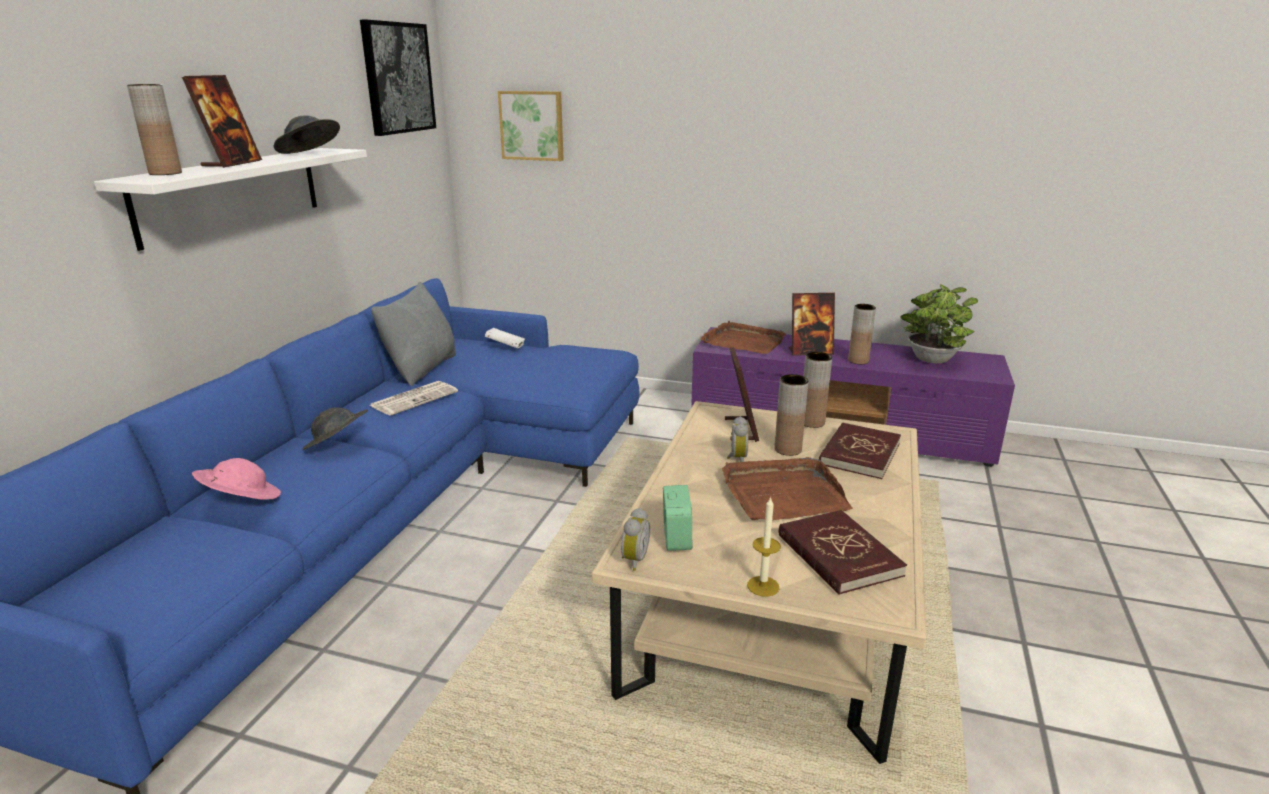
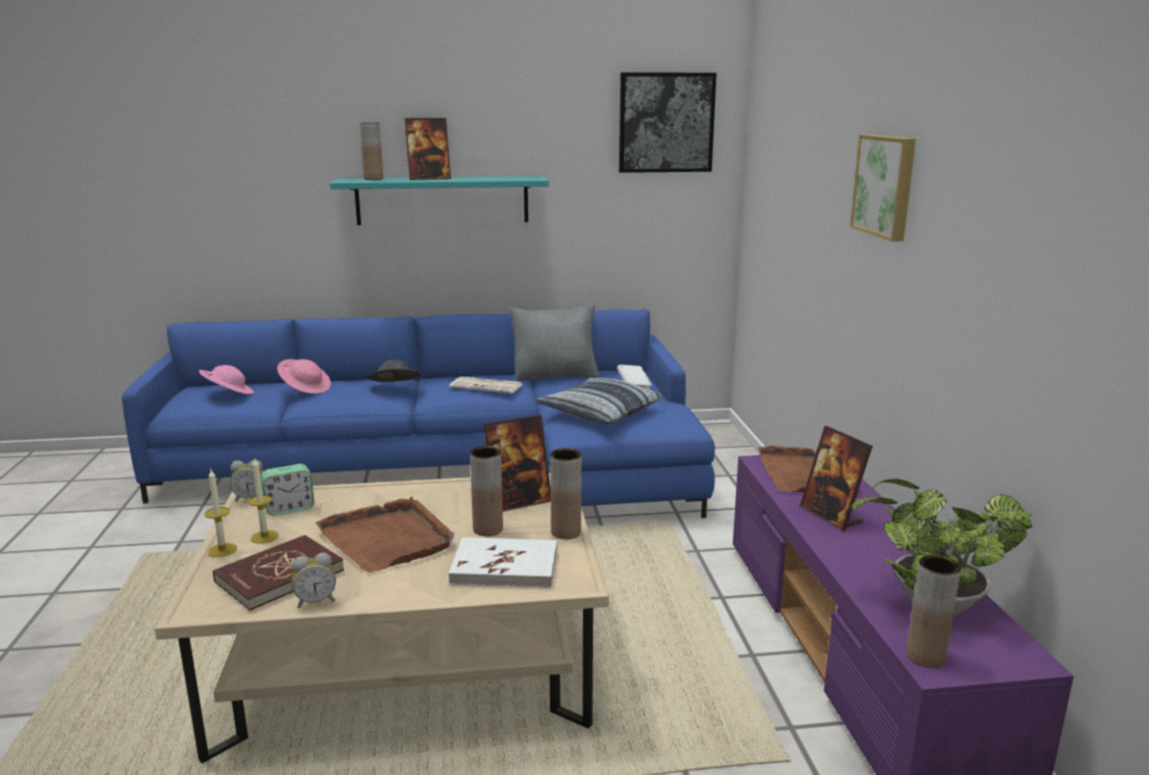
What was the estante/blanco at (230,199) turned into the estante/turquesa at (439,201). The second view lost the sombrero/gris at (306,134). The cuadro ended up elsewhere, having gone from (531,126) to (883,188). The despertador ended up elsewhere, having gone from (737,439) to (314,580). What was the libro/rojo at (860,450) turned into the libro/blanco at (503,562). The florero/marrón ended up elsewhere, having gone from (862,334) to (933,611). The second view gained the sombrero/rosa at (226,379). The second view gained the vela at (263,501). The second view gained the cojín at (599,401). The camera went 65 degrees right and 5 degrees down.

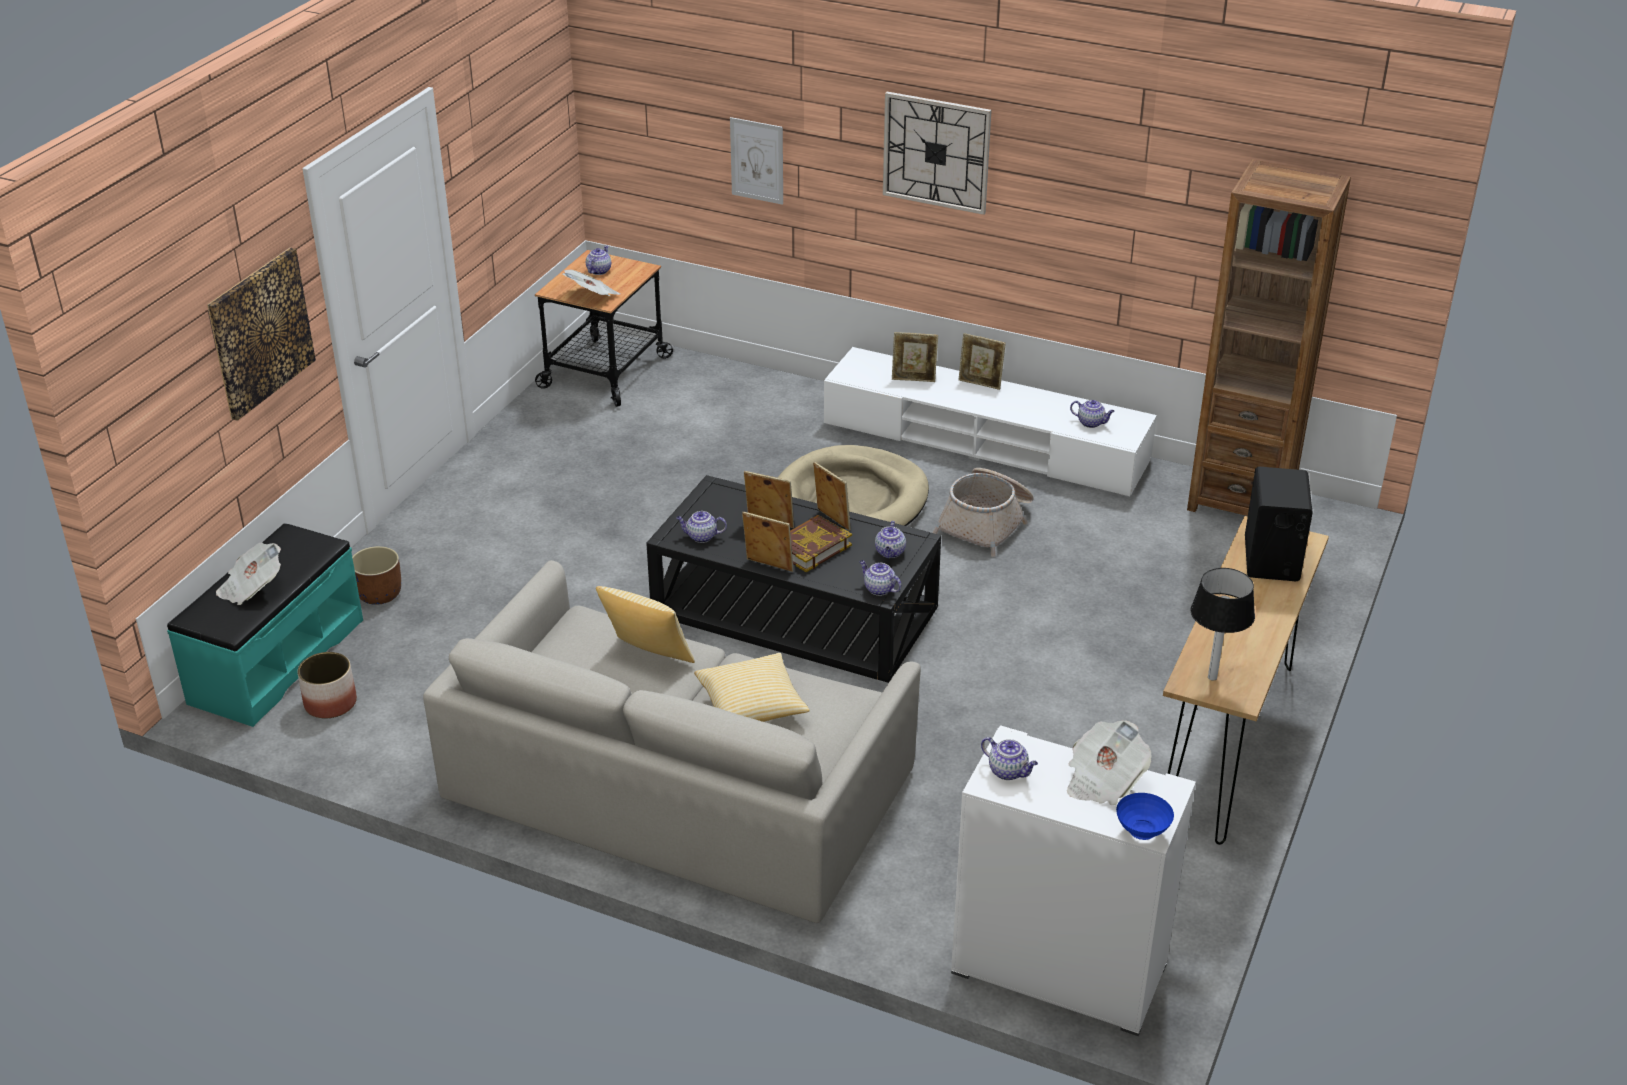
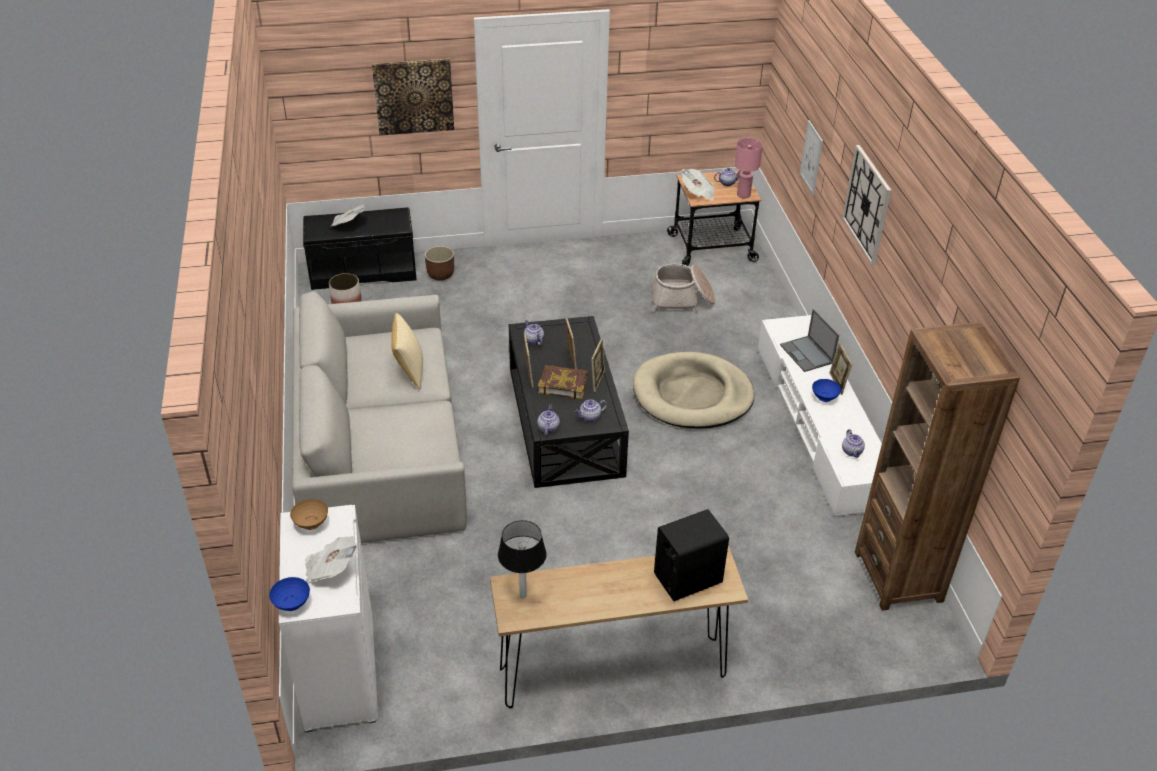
What was the banco/turquesa at (265,625) turned into the banco/negro at (360,248). The second view lost the cojín at (752,687). Where the portarretratos stood at (915,357), the portátil came to stand at (809,340). The cesta ended up elsewhere, having gone from (982,512) to (683,288). Where the tetera stood at (1009,758), the cuenco/marrón came to stand at (309,514). The second view gained the lámpara de mesa/rosa at (749,168). The second view gained the cuenco/azul at (826,390). The camera went 55 degrees right and 5 degrees up.

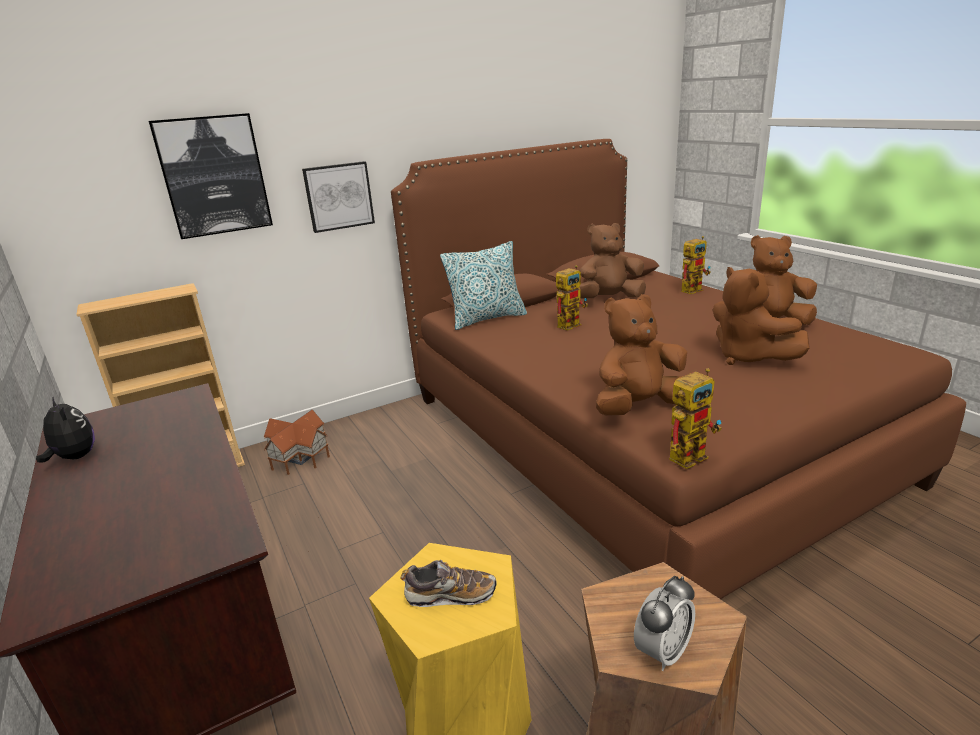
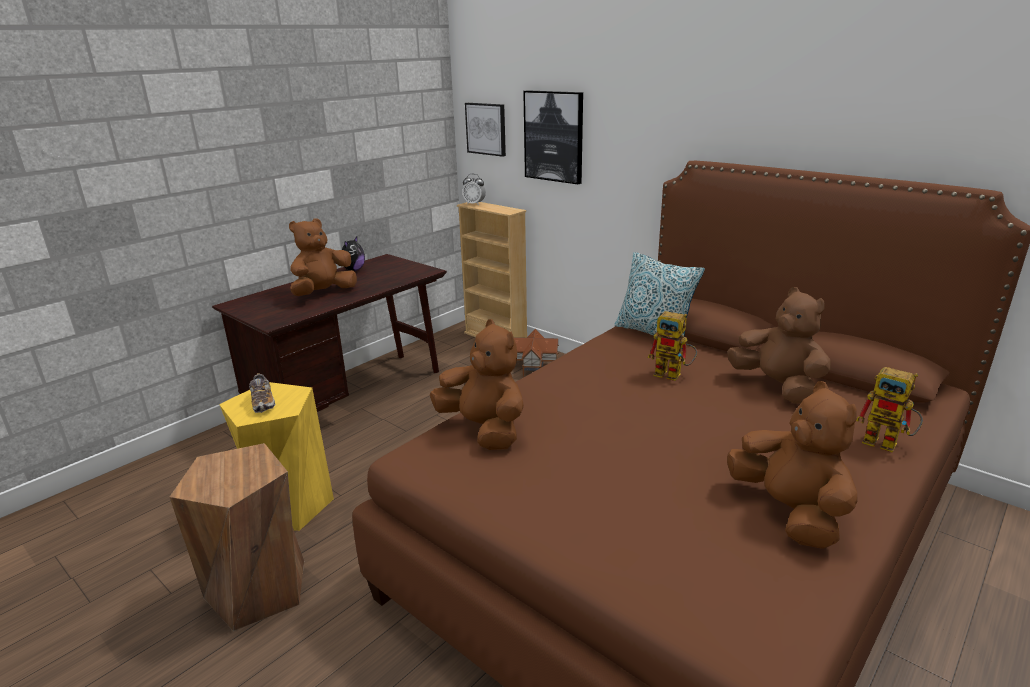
The cuadro ended up elsewhere, having gone from (338,197) to (485,130). The despertador ended up elsewhere, having gone from (664,623) to (474,189). The second view lost the robot de juguete at (695,418). The peluche/marrón ended up elsewhere, having gone from (761,316) to (323,257). The camera went 70 degrees right and 0 degrees up.

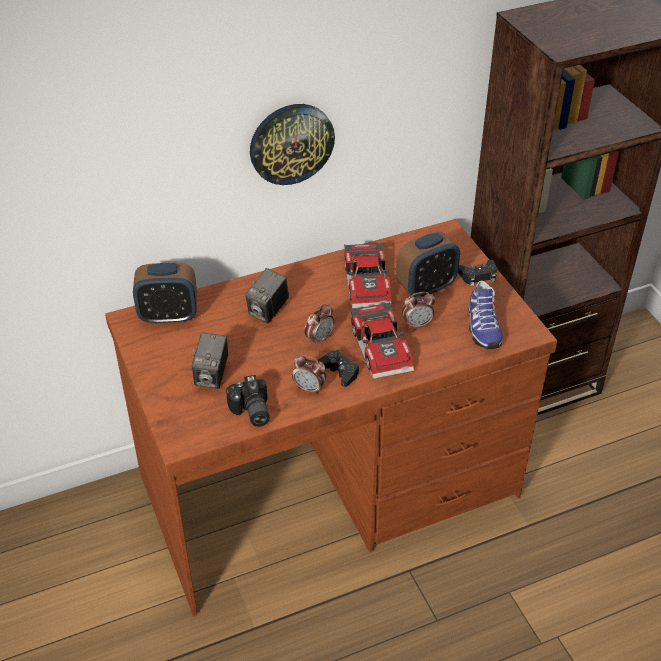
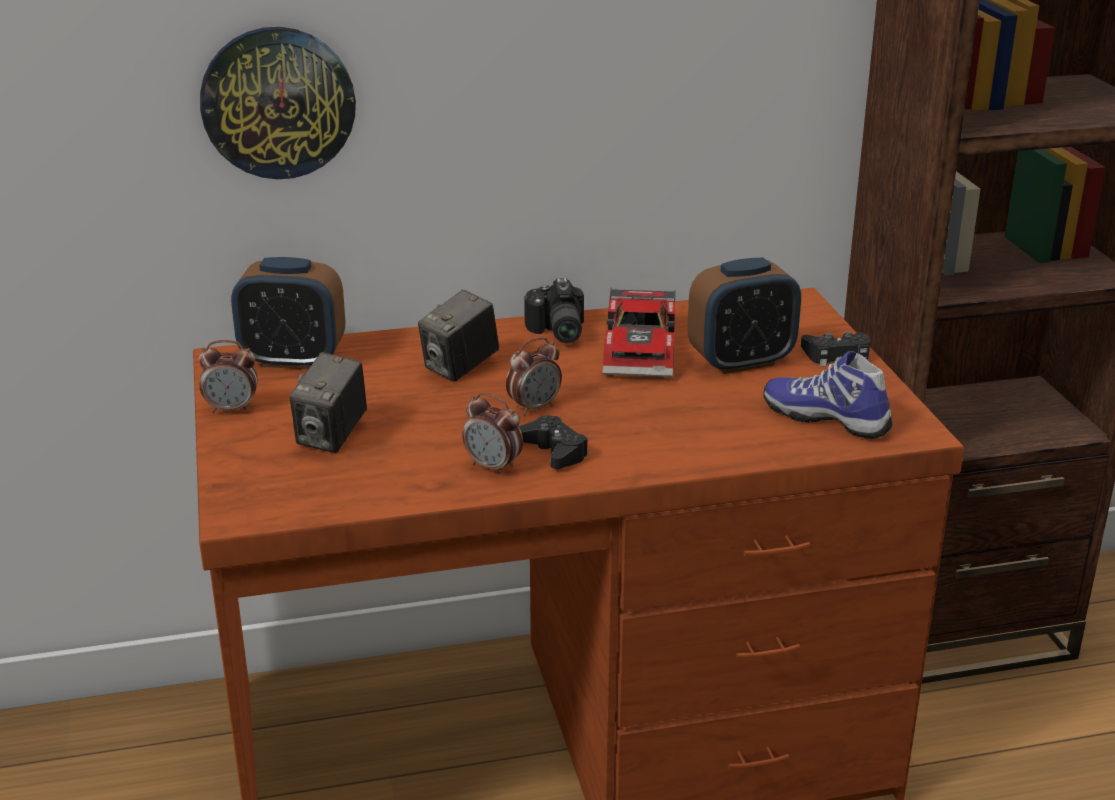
The cámara ended up elsewhere, having gone from (248,401) to (554,311). The reloj de pared ended up elsewhere, having gone from (292,144) to (278,103). The second view lost the coche de juguete at (382,340). The despertador ended up elsewhere, having gone from (418,310) to (228,376). The zapato at (485,315) ended up facing another way, 120 degrees clockwise from before. The camera went 10 degrees right and 15 degrees down.

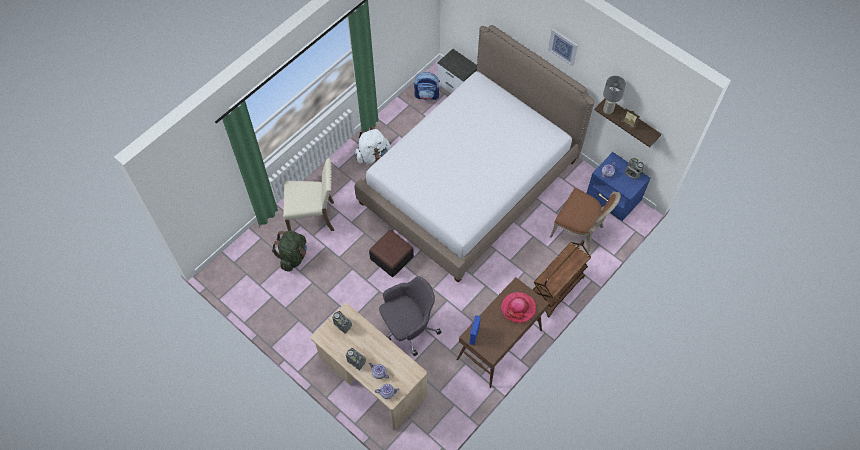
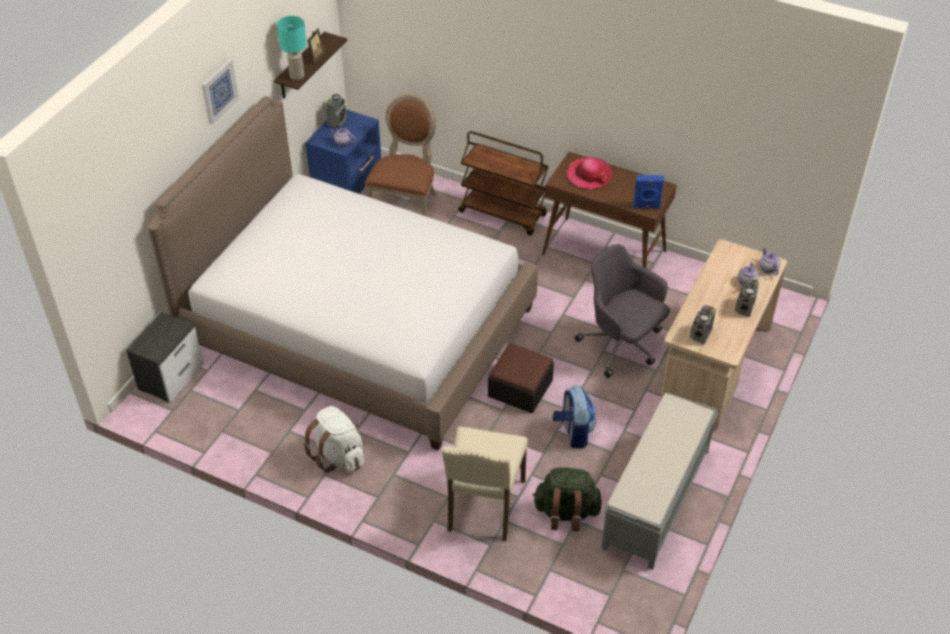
The silla/beis at (308,194) ended up facing another way, 150 degrees counterclockwise from before. The mochila ended up elsewhere, having gone from (427,86) to (575,416). What was the lámpara de mesa/gris at (614,95) turned into the lámpara de mesa/turquesa at (292,48). The second view gained the banco/gris at (659,481). The camera went 105 degrees left and 15 degrees down.

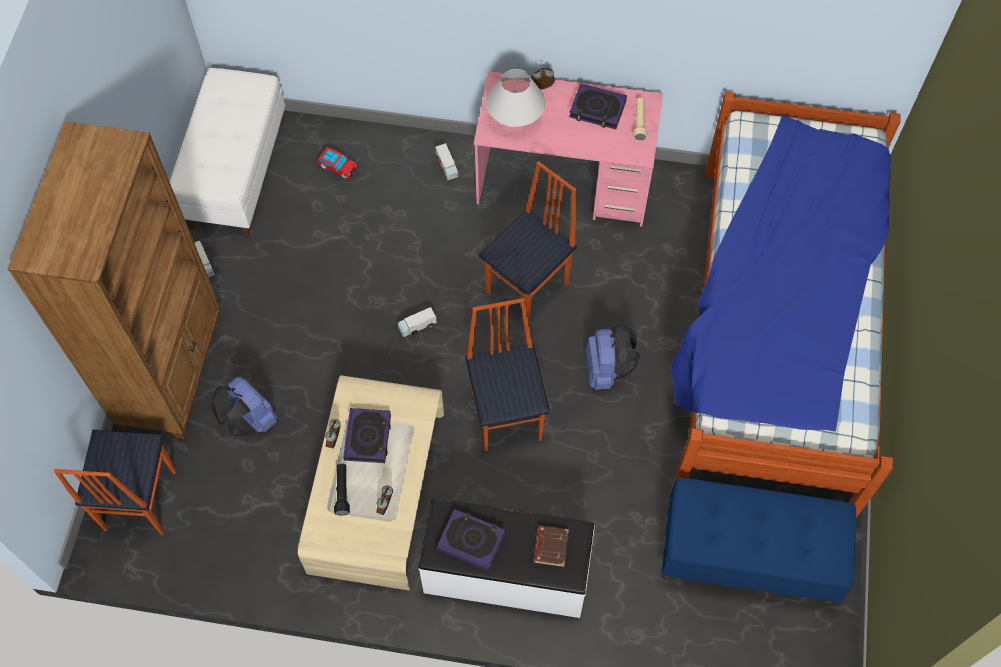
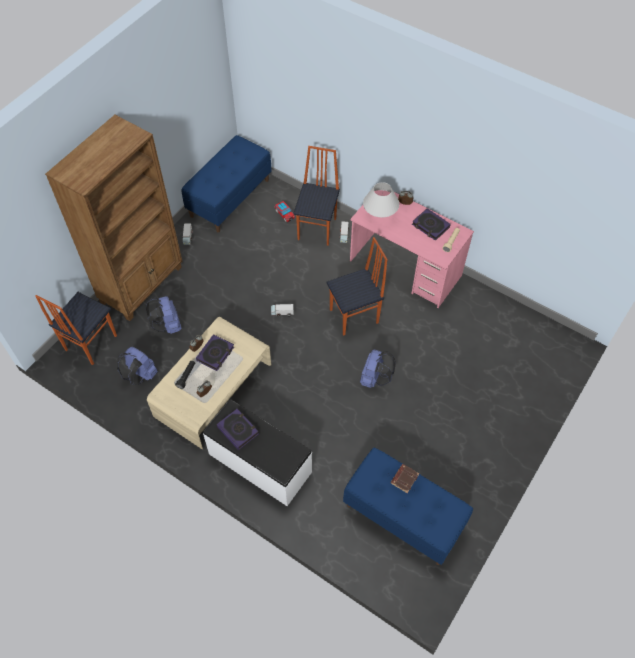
What was the banco/blanco at (228,153) turned into the banco/azul at (227,183). The silla ended up elsewhere, having gone from (507,375) to (317,196). The libro/marrón ended up elsewhere, having gone from (551,546) to (405,478). The second view lost the cama at (786,305). The second view gained the mochila/azul at (137,366). The camera went 25 degrees right and 5 degrees down.

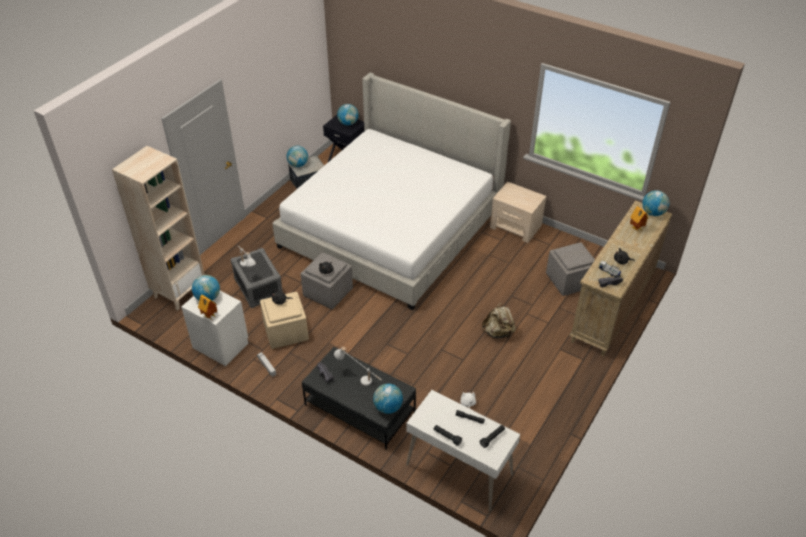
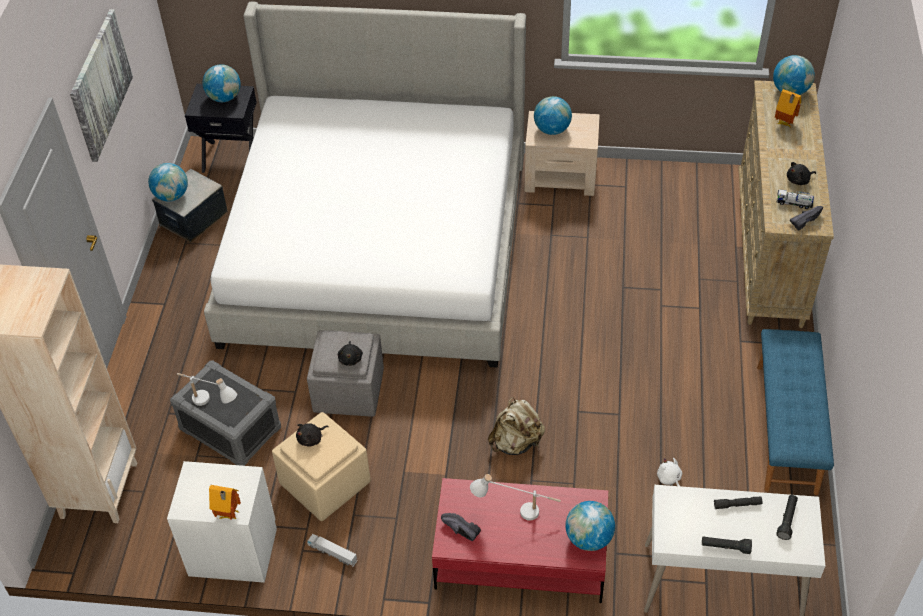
The globo terráqueo ended up elsewhere, having gone from (206,288) to (553,115). What was the mesa de centro/negro at (359,398) turned into the mesa de centro/rojo at (520,540). The mochila/beis ended up elsewhere, having gone from (499,320) to (516,426). The second view lost the puf/gris at (570,269). The second view gained the cuadro at (101,85). The second view gained the banco/azul at (795,412). The camera went 25 degrees left and 5 degrees up.

